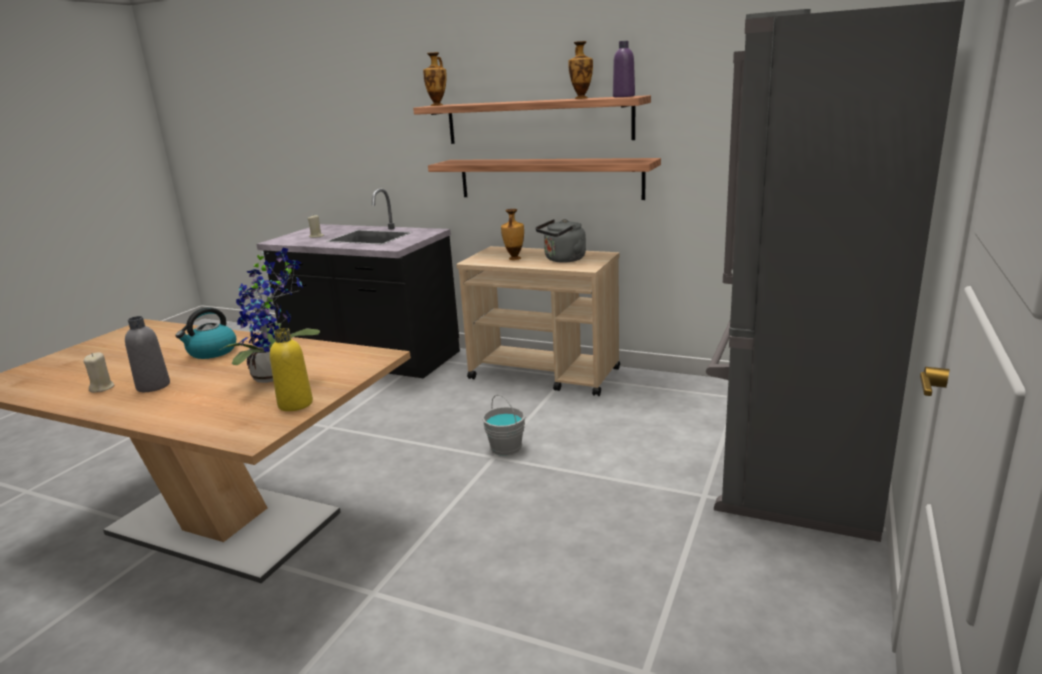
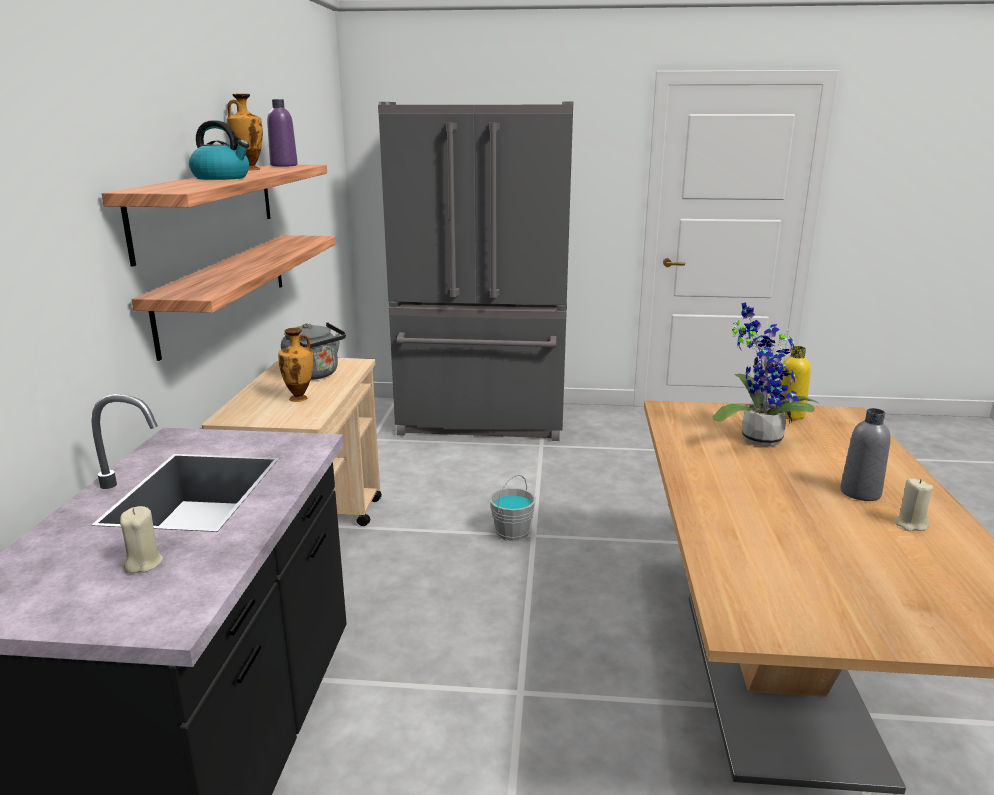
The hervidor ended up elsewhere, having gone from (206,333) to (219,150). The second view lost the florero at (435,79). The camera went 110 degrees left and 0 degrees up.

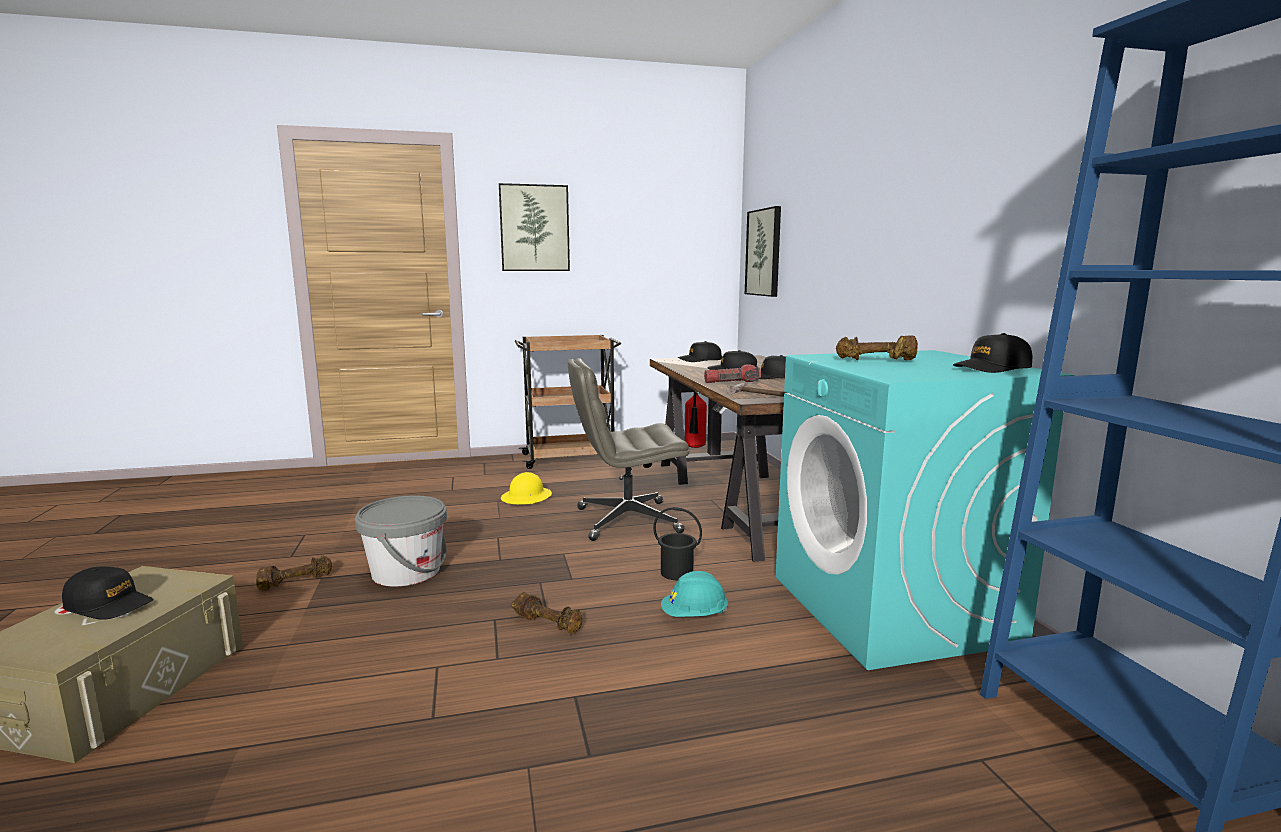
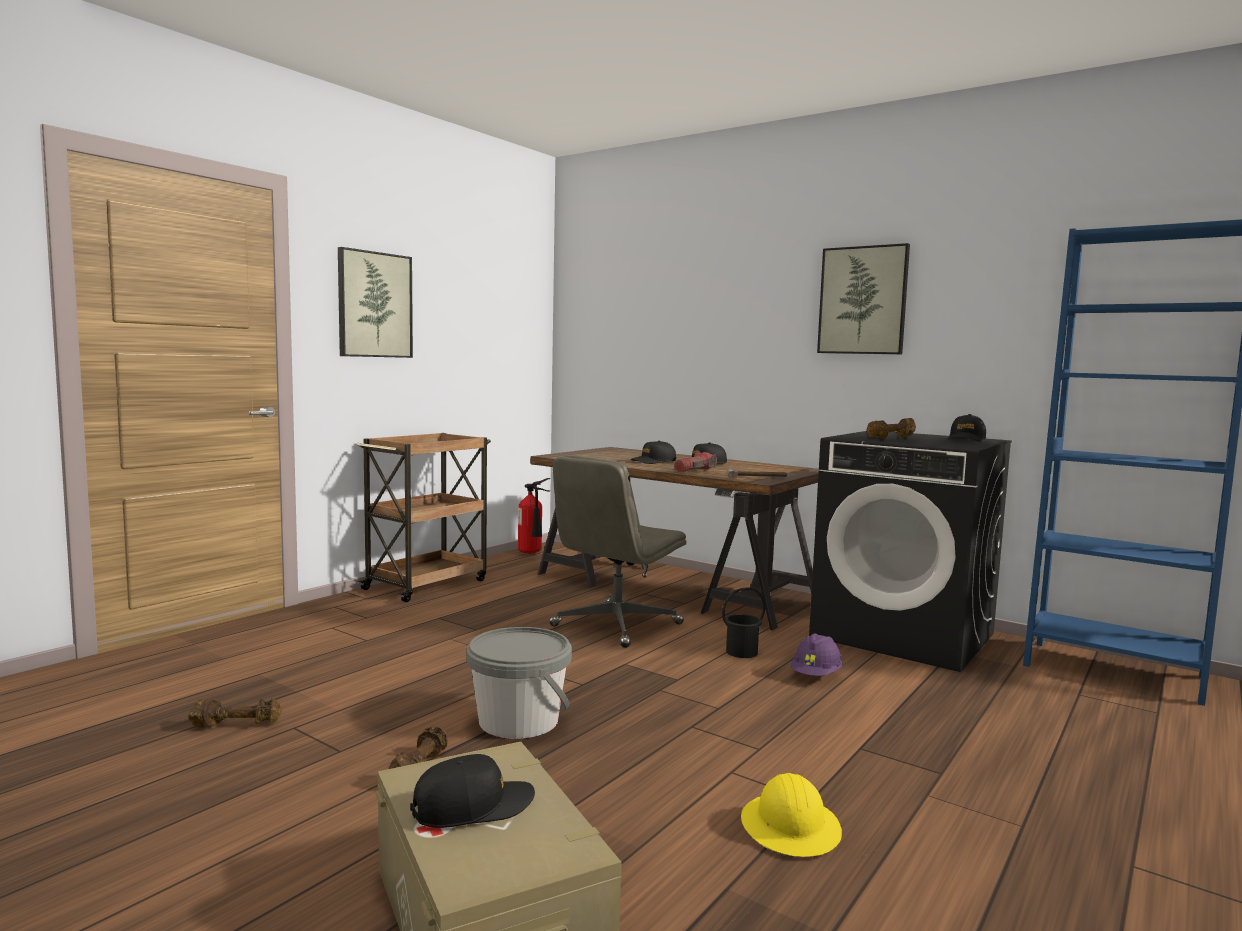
The casco/amarillo ended up elsewhere, having gone from (526,488) to (791,815). The mancuerna/marrón ended up elsewhere, having gone from (546,613) to (235,713). What was the casco/turquesa at (694,594) turned into the casco/morado at (817,654). The second view lost the gorra/negro at (700,351). The cuadro ended up elsewhere, having gone from (763,251) to (863,298). What was the lavadora/turquesa at (925,510) turned into the lavadora/negro at (910,551). The camera went 40 degrees left and 5 degrees down.

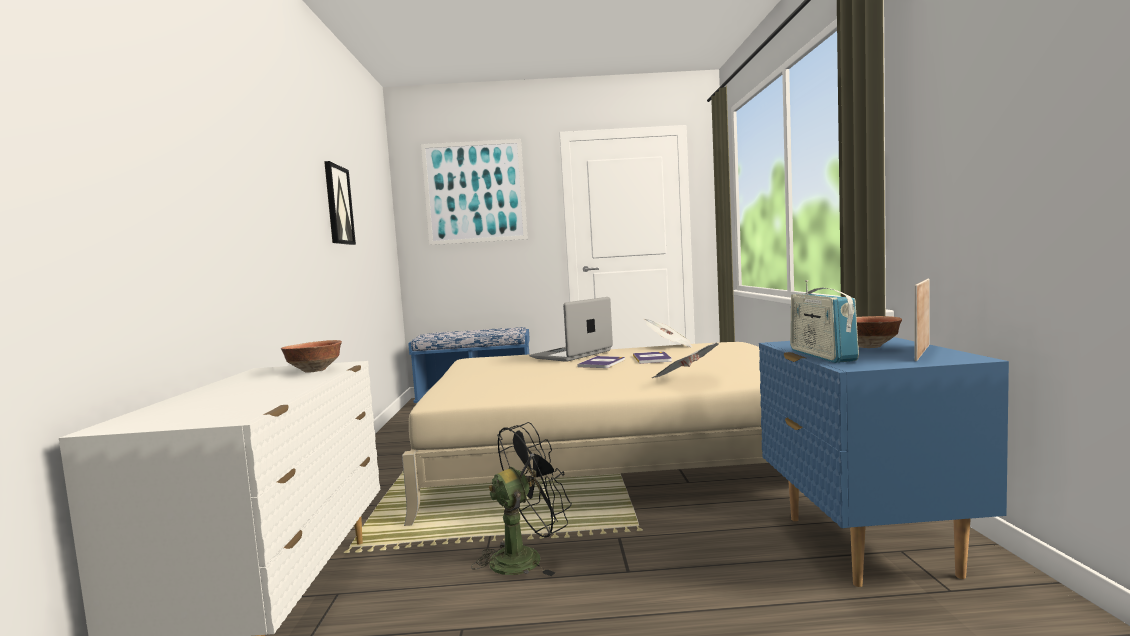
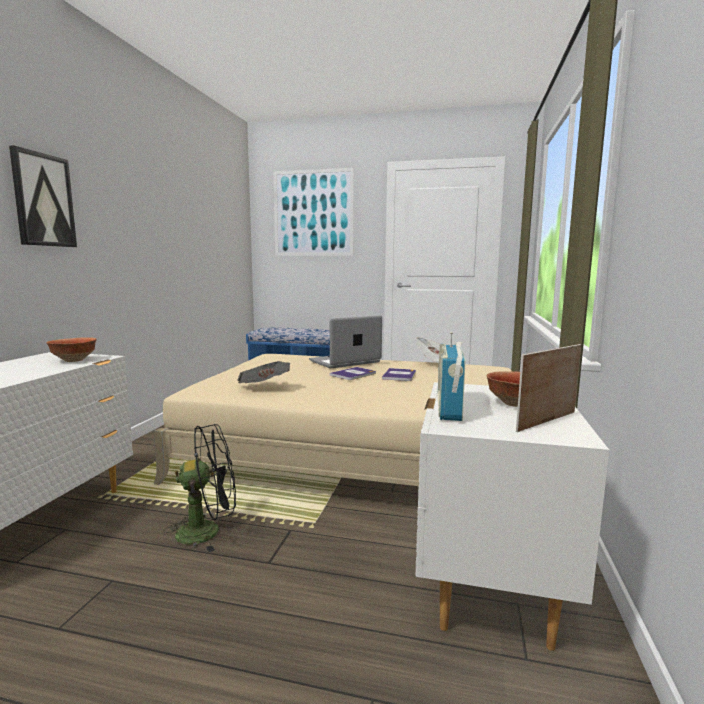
The cuadro ended up elsewhere, having gone from (340,203) to (43,196). The periódico ended up elsewhere, having gone from (685,360) to (264,372). What was the mesita de noche/azul at (884,462) turned into the mesita de noche/blanco at (512,516). The camera went 15 degrees right and 5 degrees up.

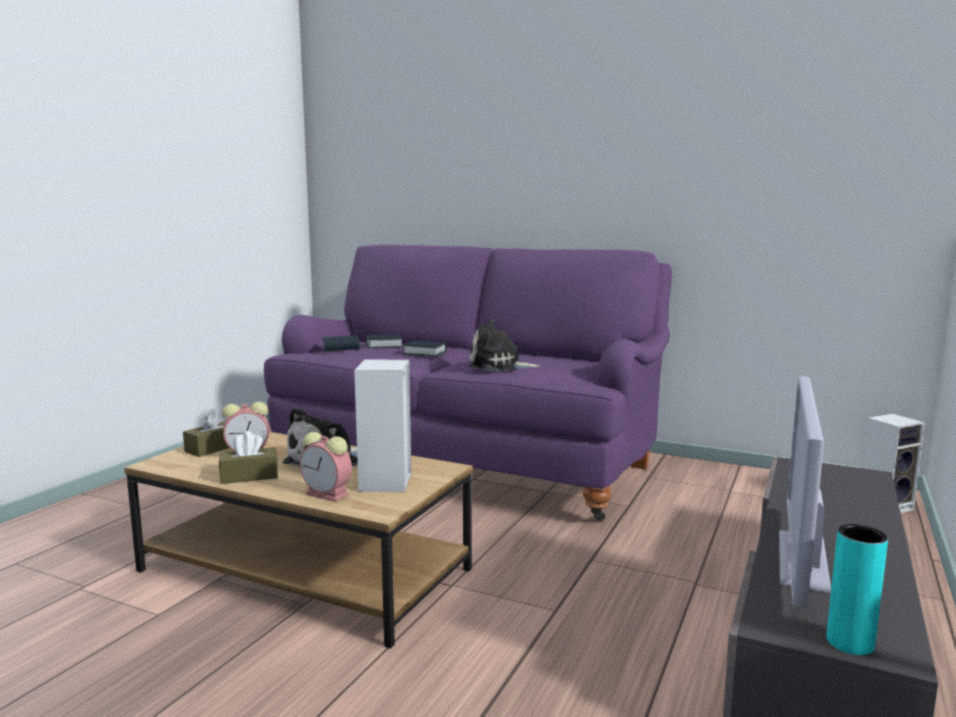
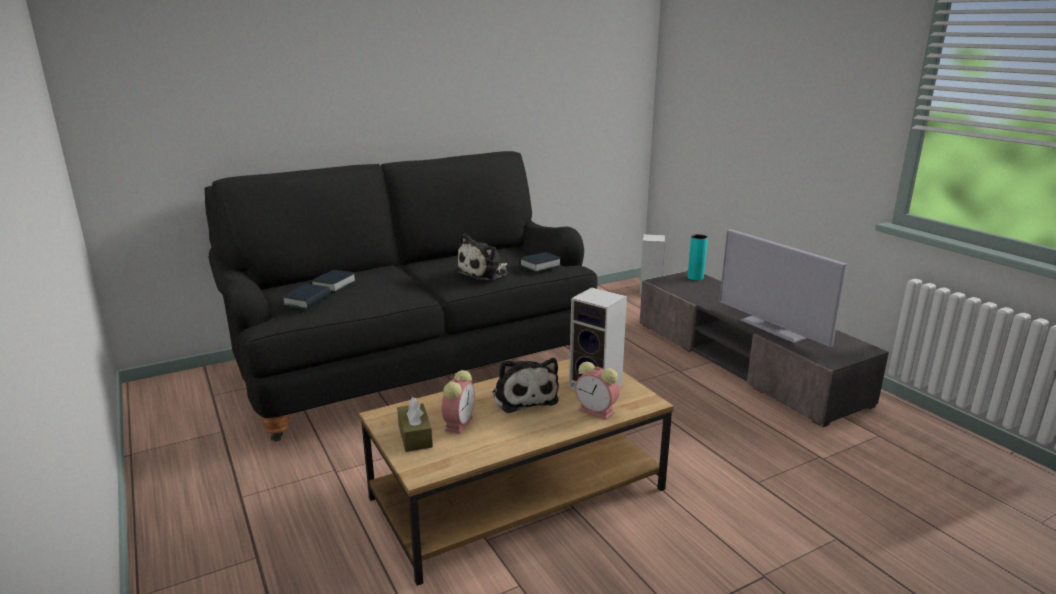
The second view lost the caja de pañuelos/marrón at (248,457). What was the sofá/morado at (468,383) turned into the sofá/negro at (401,296). The despertador at (326,467) ended up facing another way, 60 degrees clockwise from before. The libro ended up elsewhere, having gone from (424,348) to (540,262). The florero/turquesa ended up elsewhere, having gone from (857,589) to (698,257). The camera went 55 degrees left and 10 degrees up.

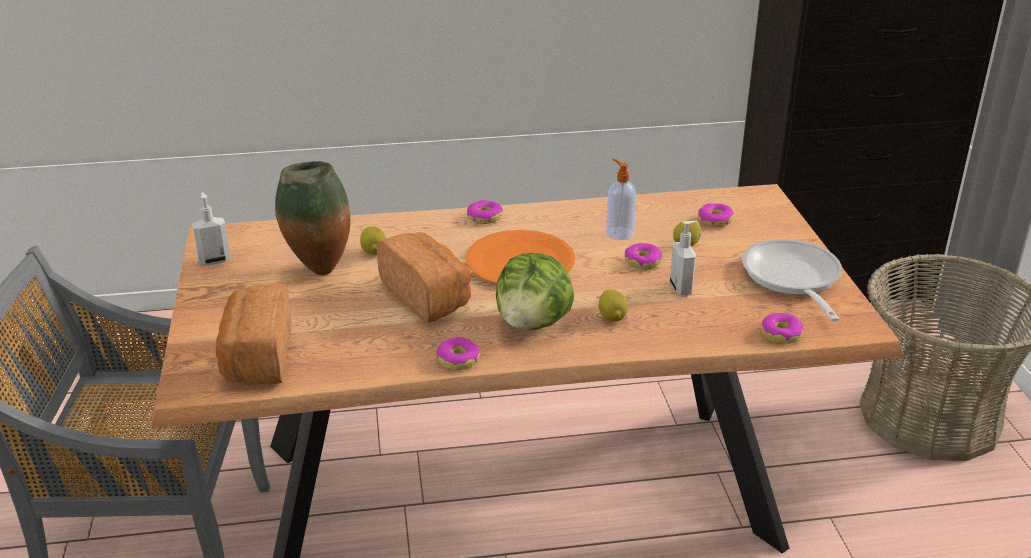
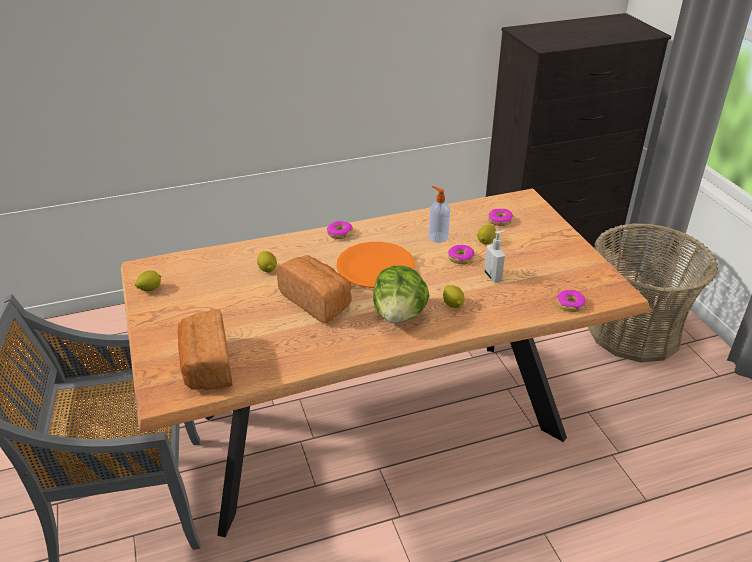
Where the dispensador de jabón stood at (211,228), the limón came to stand at (148,280). The second view lost the florero at (312,218). The second view lost the rosquilla at (458,353). The second view lost the sartén at (792,280). The camera went 10 degrees left and 5 degrees up.

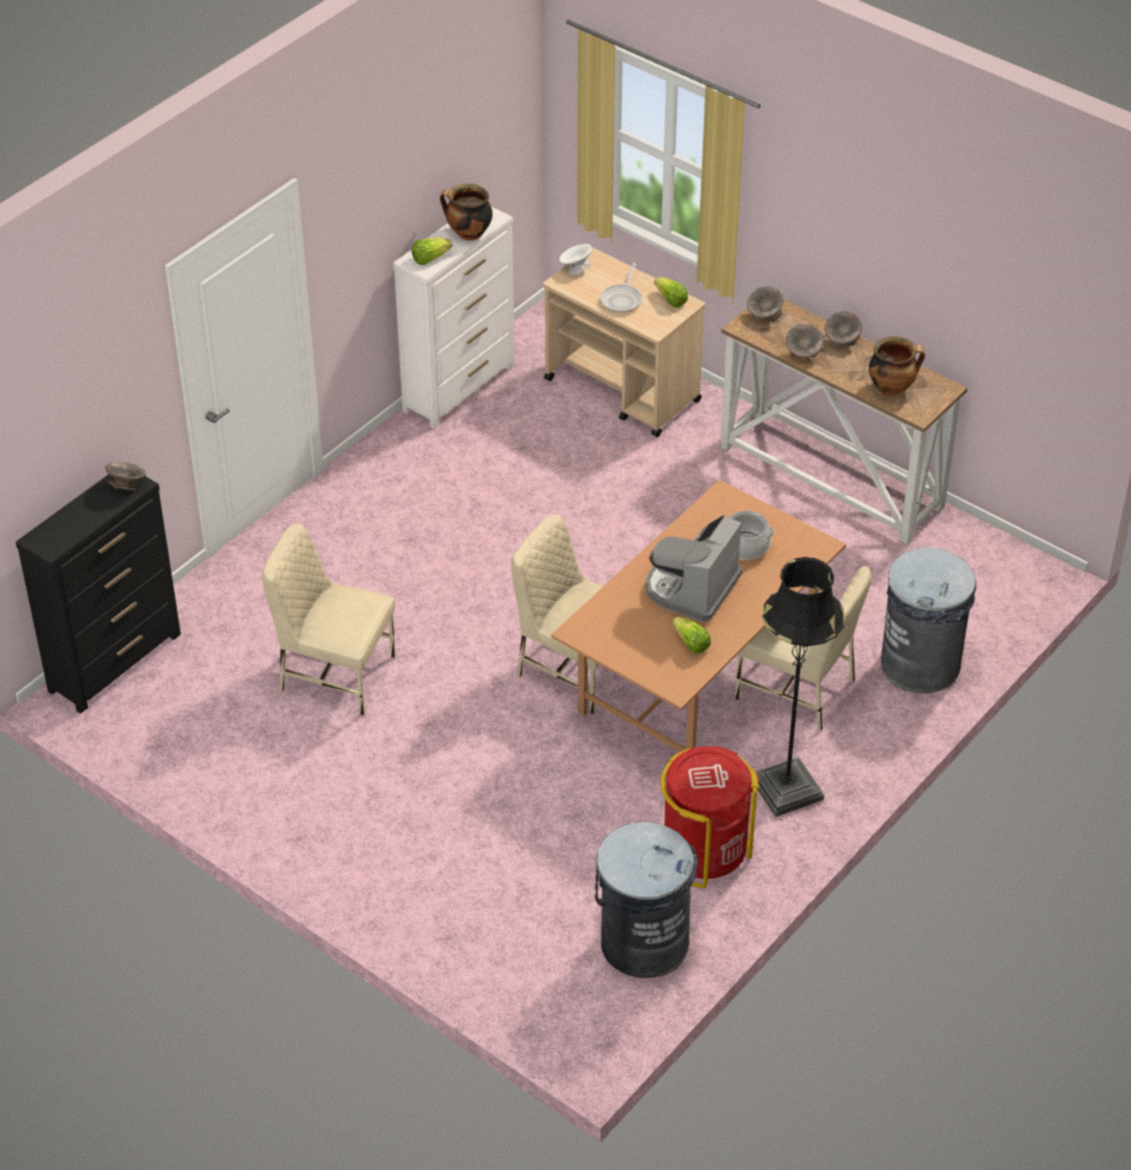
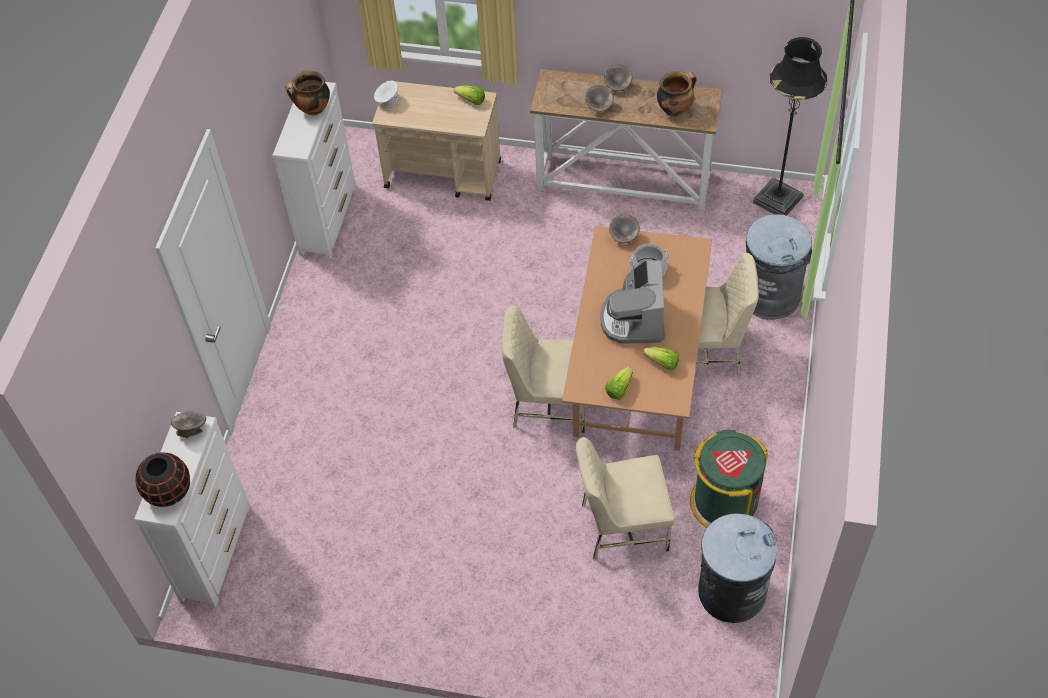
What was the cómoda/negro at (98,594) turned into the cómoda/blanco at (192,509). The silla/beis ended up elsewhere, having gone from (329,620) to (625,498). The lechuga ended up elsewhere, having gone from (432,251) to (619,383). The second view lost the sartén at (621,288). What was the papelera/rojo at (710,817) turned into the papelera/verde at (729,479). The cuenco/gris ended up elsewhere, having gone from (765,304) to (625,228). The lámpara de pie/negro ended up elsewhere, having gone from (800,687) to (790,126). The second view gained the florero/negro at (163,479). The camera went 25 degrees left and 10 degrees up.

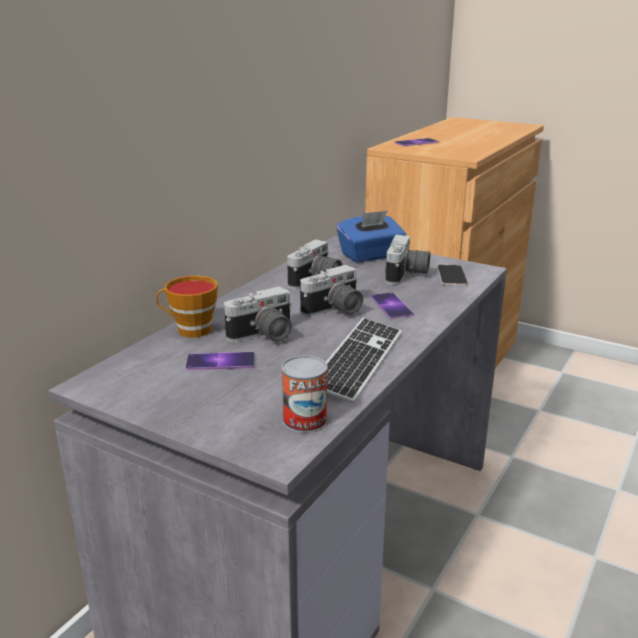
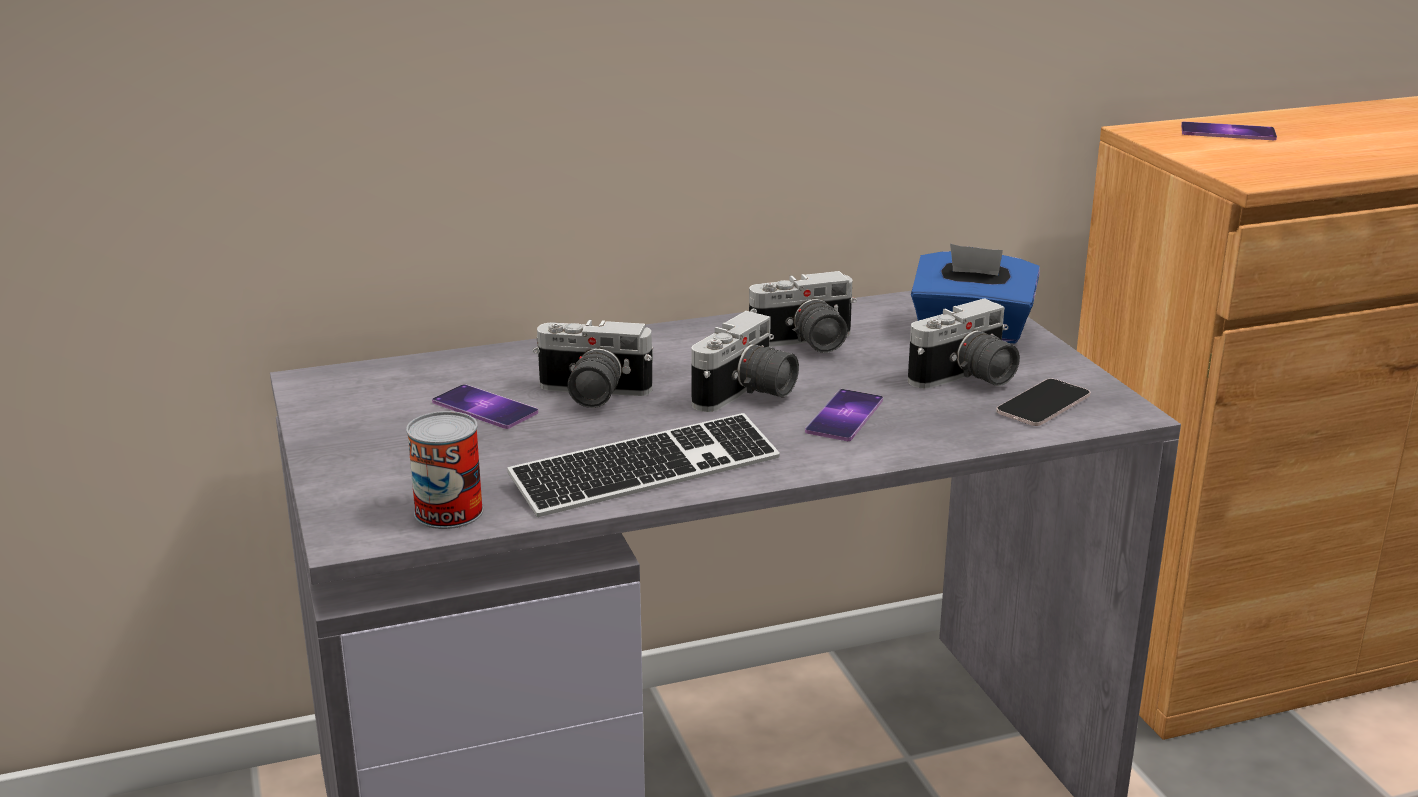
The second view lost the taza at (187,306). The cámara at (331,291) ended up facing another way, 60 degrees counterclockwise from before. The camera went 40 degrees right and 0 degrees up.

